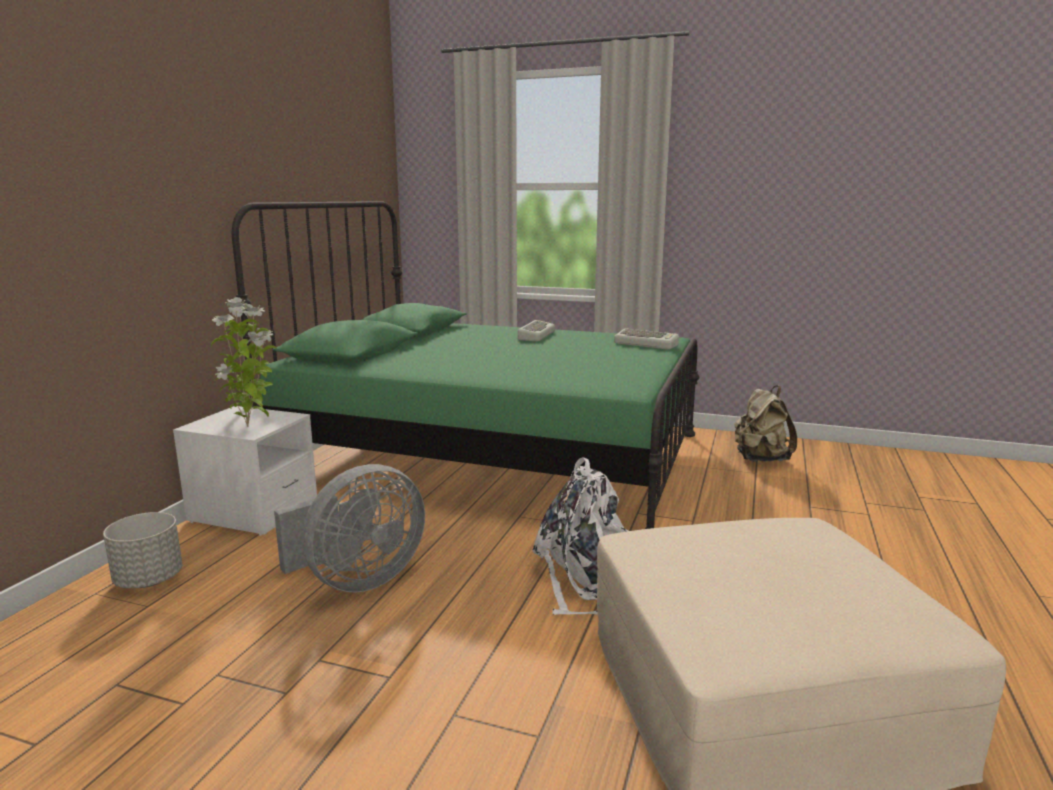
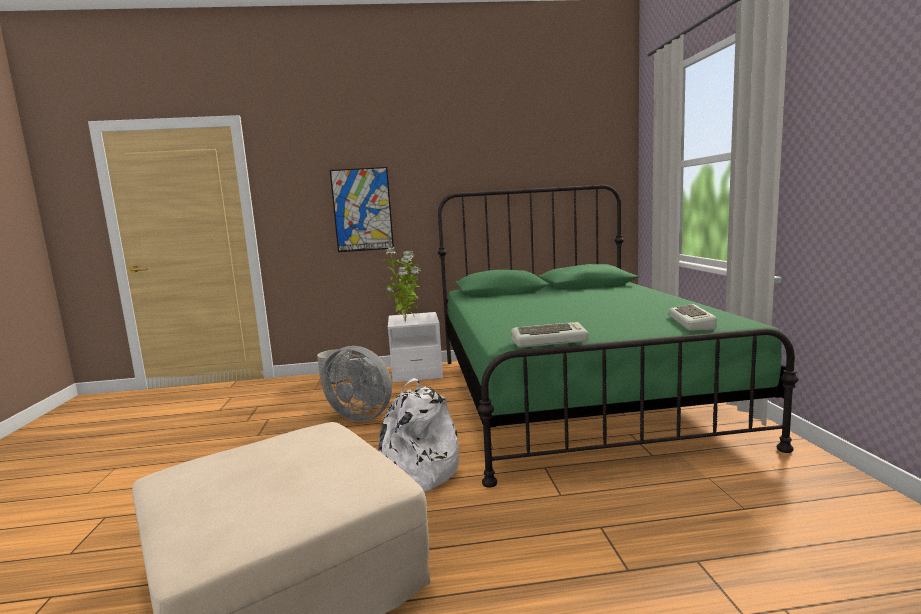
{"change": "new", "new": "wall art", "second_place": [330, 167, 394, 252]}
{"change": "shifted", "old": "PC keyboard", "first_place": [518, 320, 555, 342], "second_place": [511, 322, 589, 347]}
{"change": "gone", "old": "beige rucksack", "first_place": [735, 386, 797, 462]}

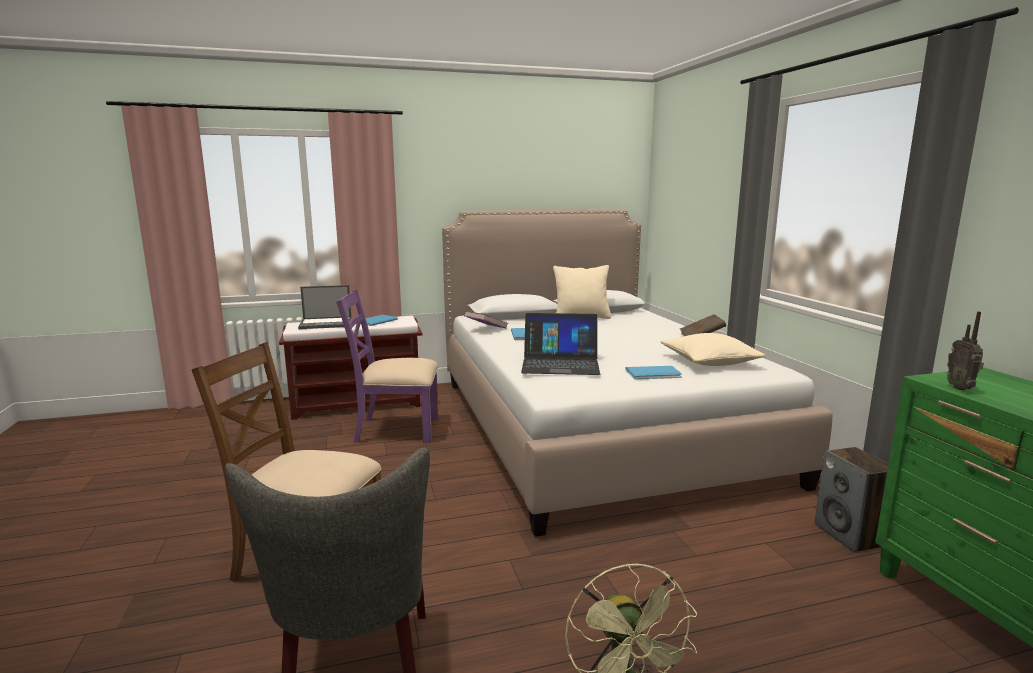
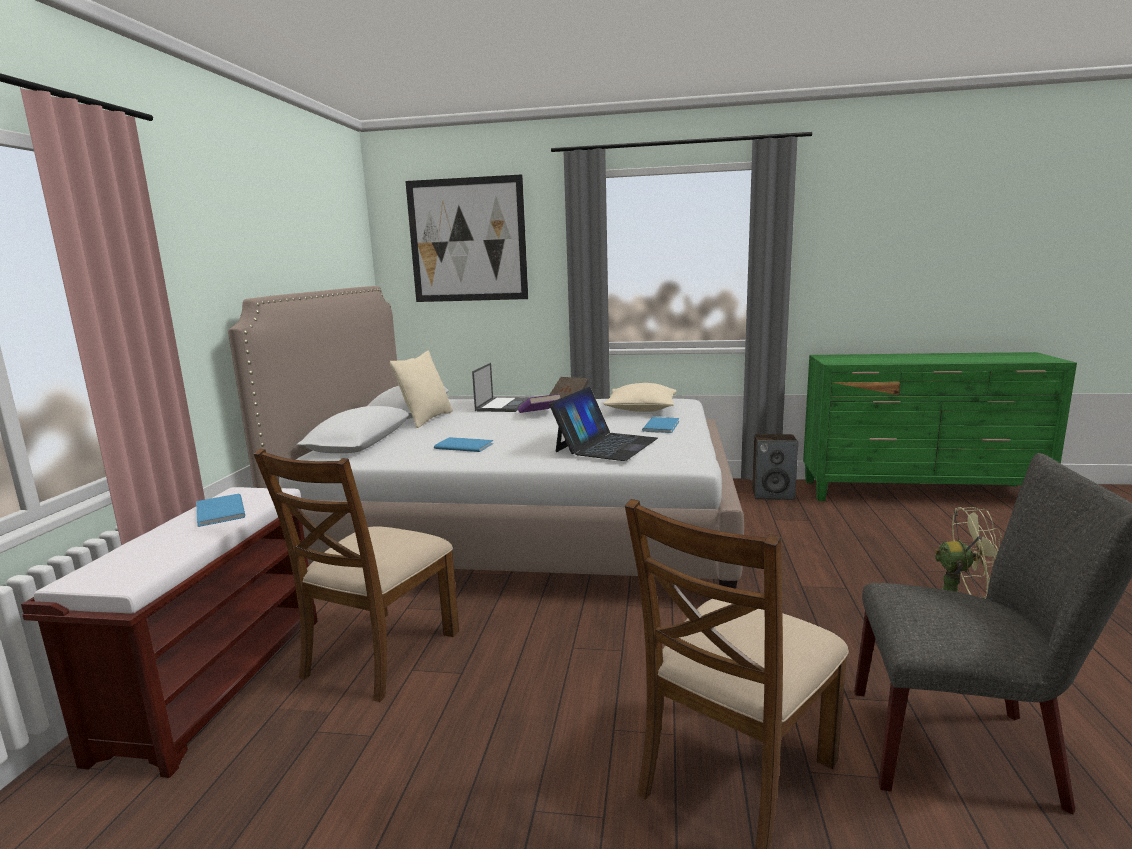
{"change": "repainted", "old": "purple upright chair", "new": "brown upright chair", "first_place": [336, 289, 438, 443], "second_place": [254, 449, 459, 702]}
{"change": "new", "new": "wall art", "second_place": [405, 174, 528, 302]}
{"change": "shifted", "old": "notebook computer", "first_place": [298, 285, 352, 329], "second_place": [472, 363, 529, 412]}
{"change": "shifted", "old": "purple volume", "first_place": [464, 311, 508, 329], "second_place": [518, 394, 560, 413]}
{"change": "gone", "old": "radio set", "first_place": [947, 311, 984, 390]}

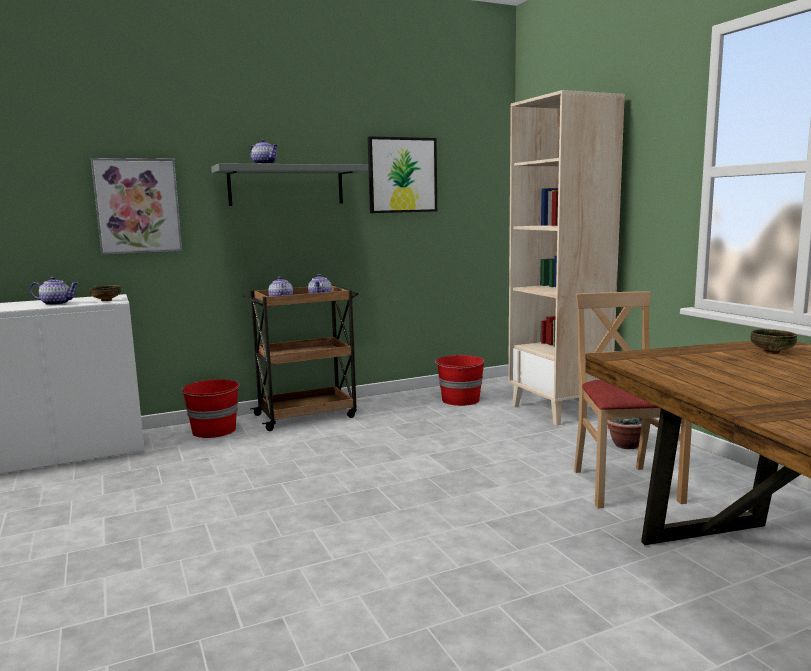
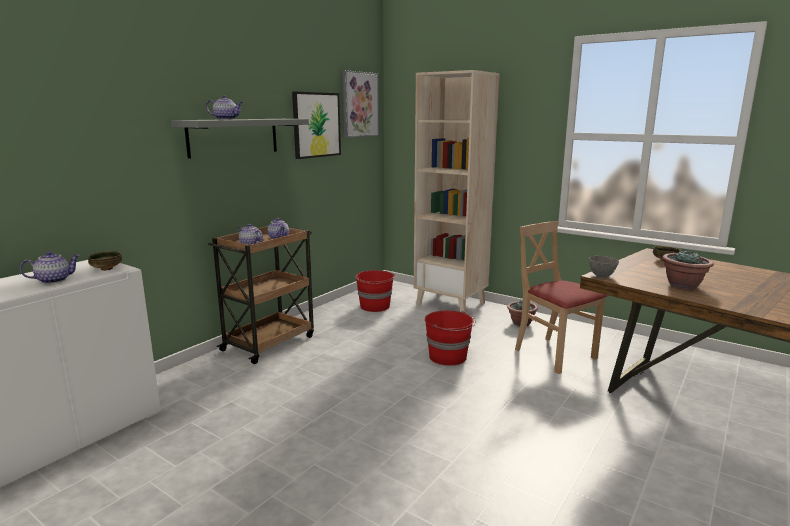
{"change": "shifted", "old": "wall art", "first_place": [91, 158, 182, 255], "second_place": [342, 70, 379, 138]}
{"change": "shifted", "old": "reddish bucket", "first_place": [181, 379, 240, 438], "second_place": [425, 310, 476, 366]}
{"change": "new", "new": "grey deep dish", "second_place": [589, 256, 619, 277]}
{"change": "new", "new": "potted plant", "second_place": [662, 250, 714, 289]}

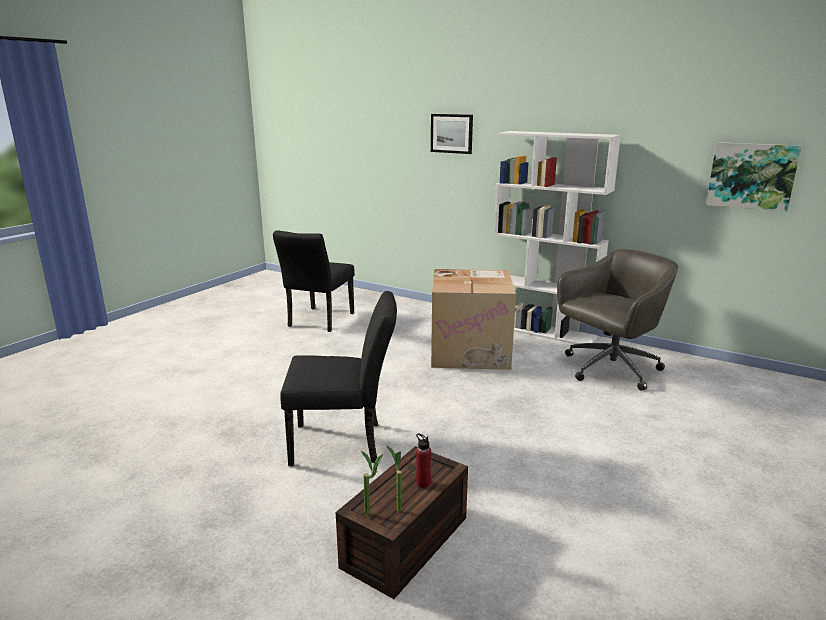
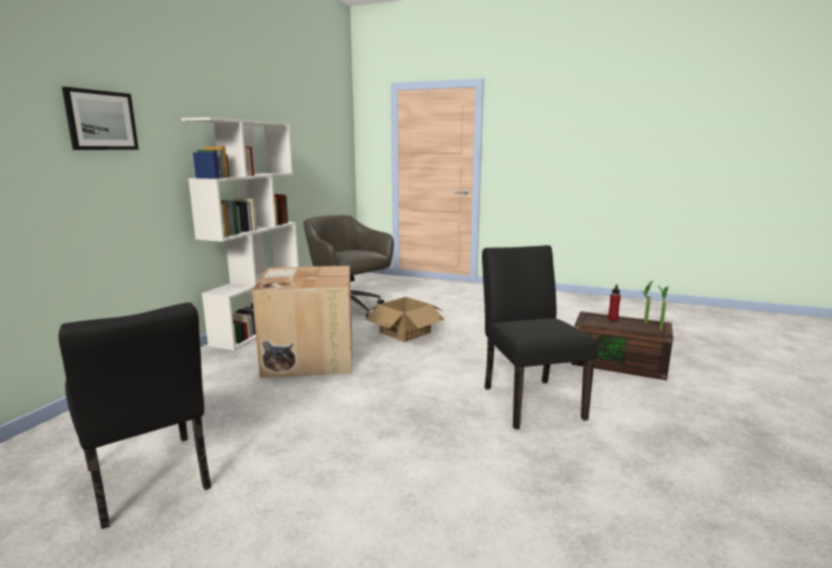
{"change": "rotated", "old": "black-coloured upright chair", "first_place": [273, 230, 355, 332], "second_place": [58, 302, 211, 529], "degrees": 45}
{"change": "new", "new": "cardboard box", "second_place": [365, 297, 445, 342]}
{"change": "gone", "old": "wall art", "first_place": [706, 142, 802, 212]}

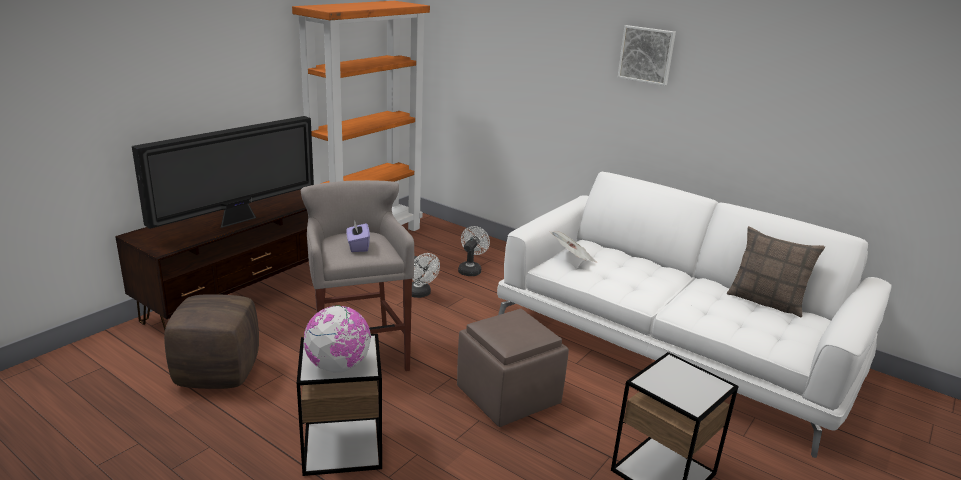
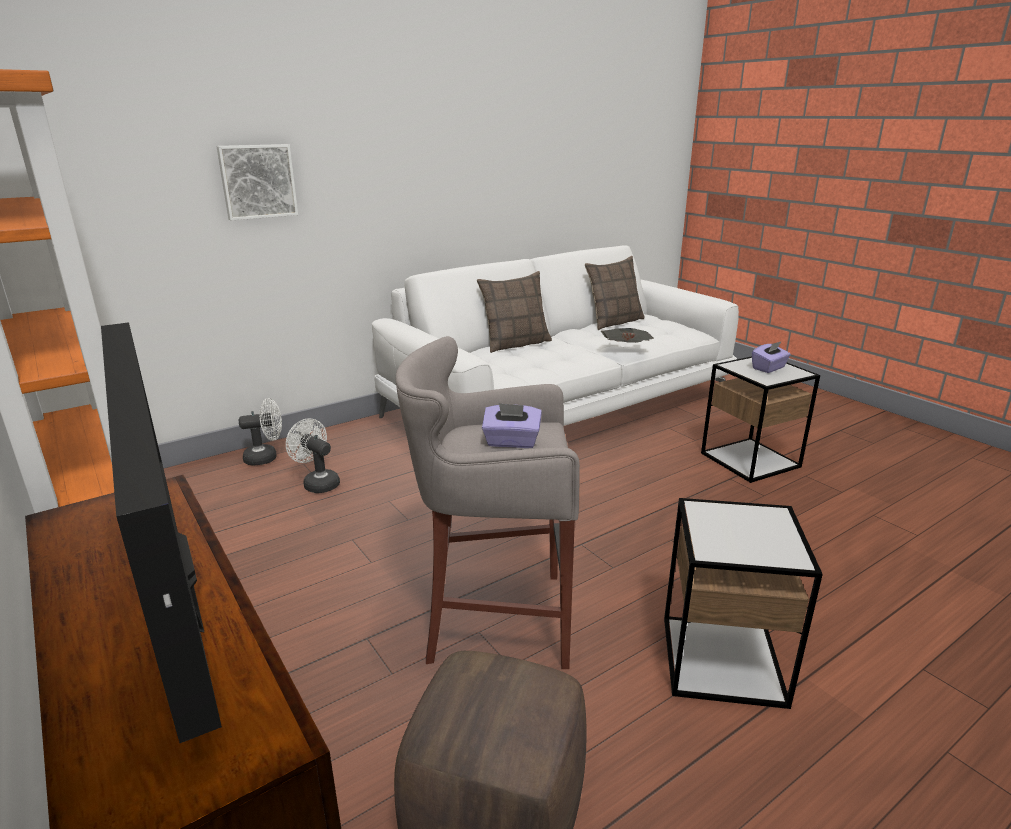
{"change": "shifted", "old": "wall art", "first_place": [618, 25, 676, 86], "second_place": [216, 144, 298, 220]}
{"change": "shifted", "old": "white-coloured electric fan", "first_place": [412, 253, 440, 298], "second_place": [239, 398, 282, 466]}
{"change": "new", "new": "cushion", "second_place": [477, 271, 552, 353]}
{"change": "shifted", "old": "daily paper", "first_place": [550, 231, 597, 262], "second_place": [600, 328, 653, 343]}
{"change": "new", "new": "purple box of tissues", "second_place": [752, 341, 791, 373]}
{"change": "gone", "old": "globe", "first_place": [303, 306, 371, 372]}
{"change": "gone", "old": "brown footrest", "first_place": [457, 309, 569, 427]}

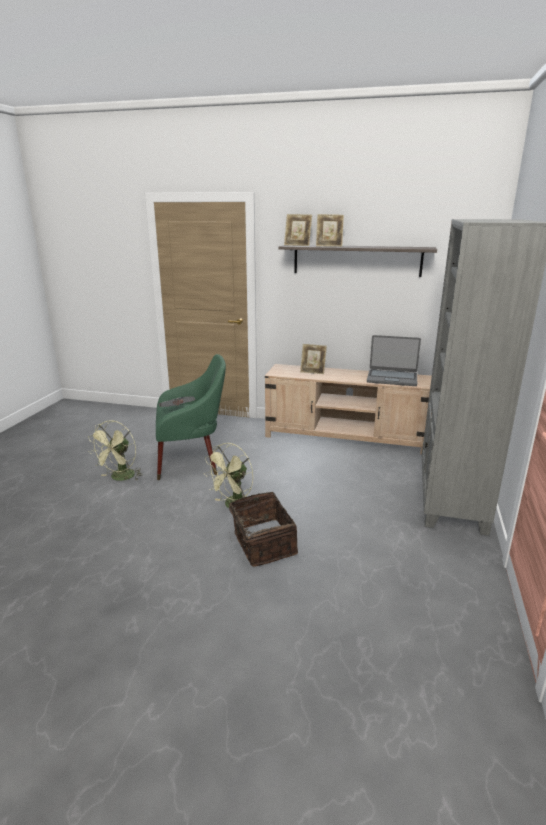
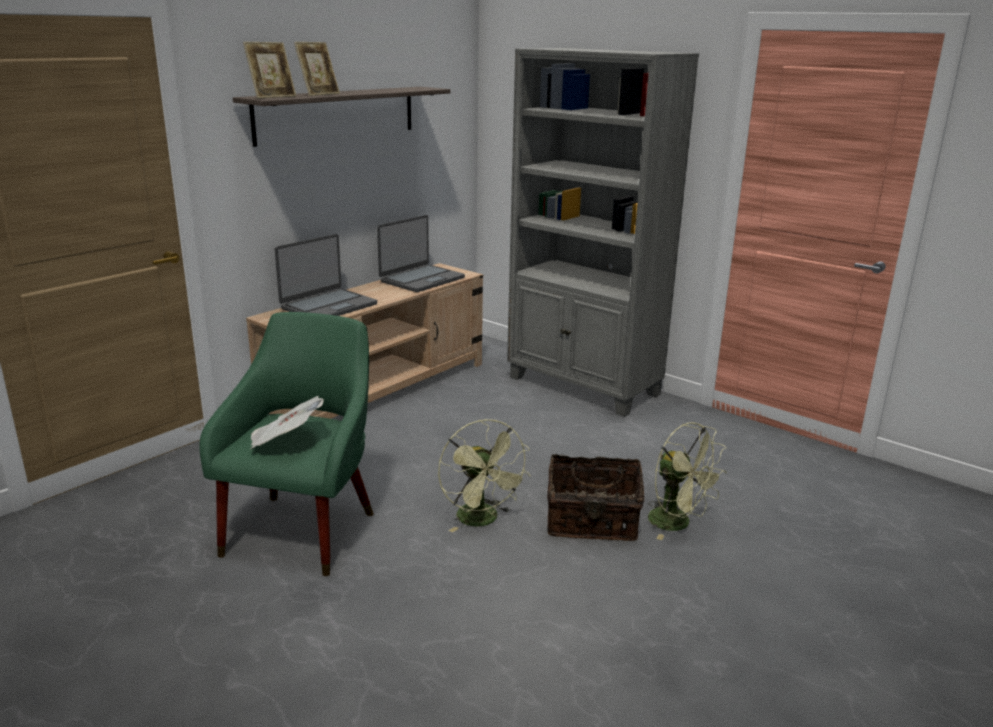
{"change": "swapped", "old": "standing frame", "new": "notebook computer", "first_place": [300, 344, 327, 374], "second_place": [275, 234, 377, 316]}
{"change": "shifted", "old": "greenish electric fan", "first_place": [88, 420, 143, 481], "second_place": [648, 422, 727, 540]}

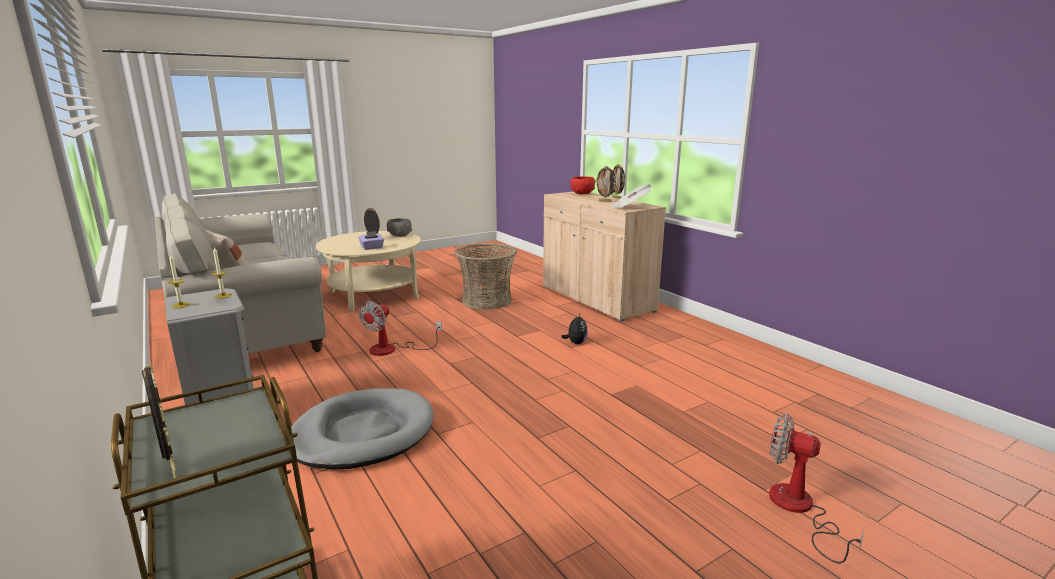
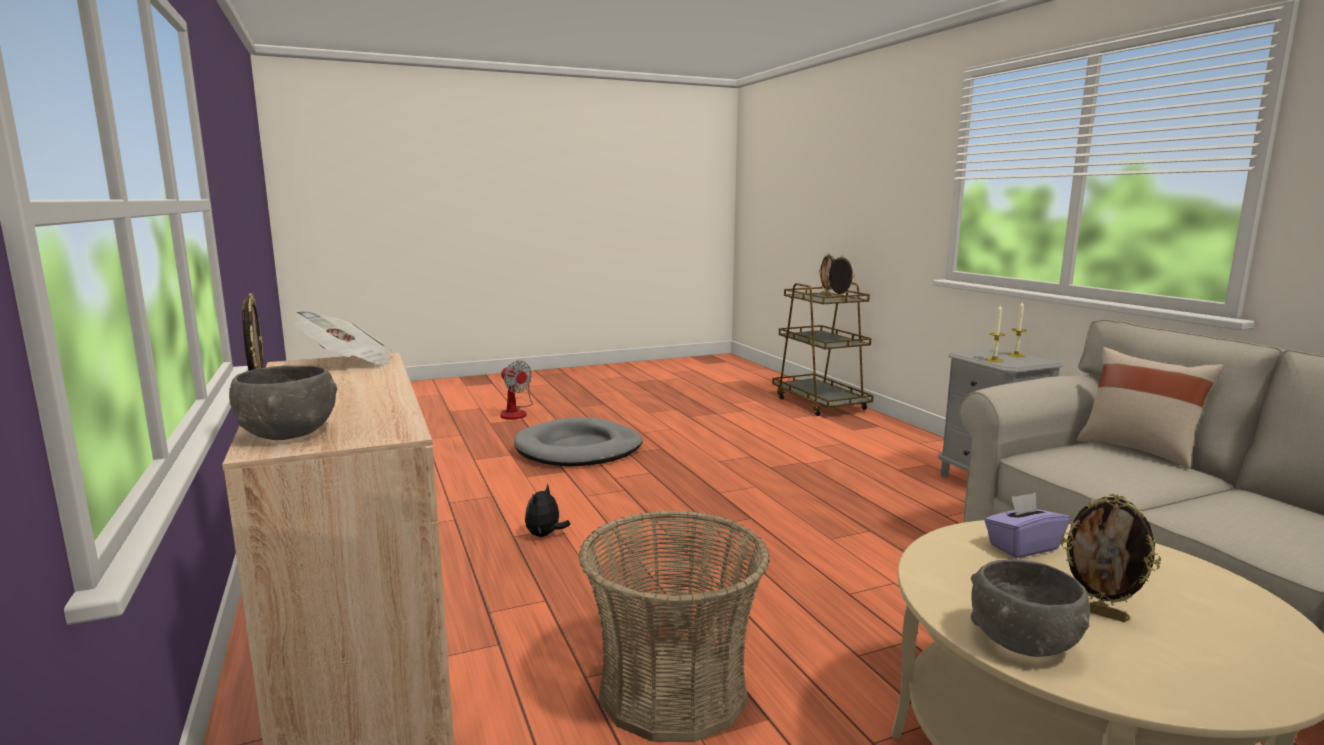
{"change": "repainted", "old": "reddish deep dish", "new": "grey deep dish", "first_place": [571, 176, 595, 194], "second_place": [229, 365, 337, 440]}
{"change": "shifted", "old": "grey dog cushion", "first_place": [291, 388, 434, 470], "second_place": [514, 417, 642, 467]}
{"change": "shifted", "old": "standing frame", "first_place": [595, 166, 617, 202], "second_place": [828, 256, 855, 299]}
{"change": "gone", "old": "electric fan", "first_place": [359, 301, 442, 356]}

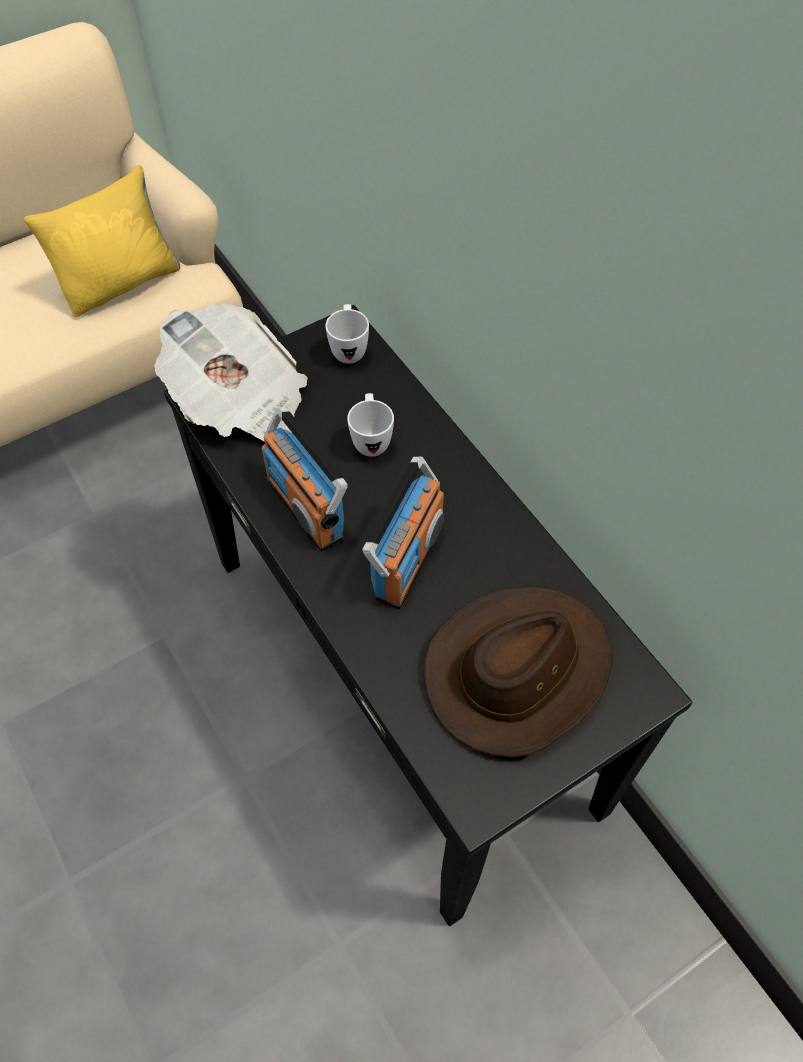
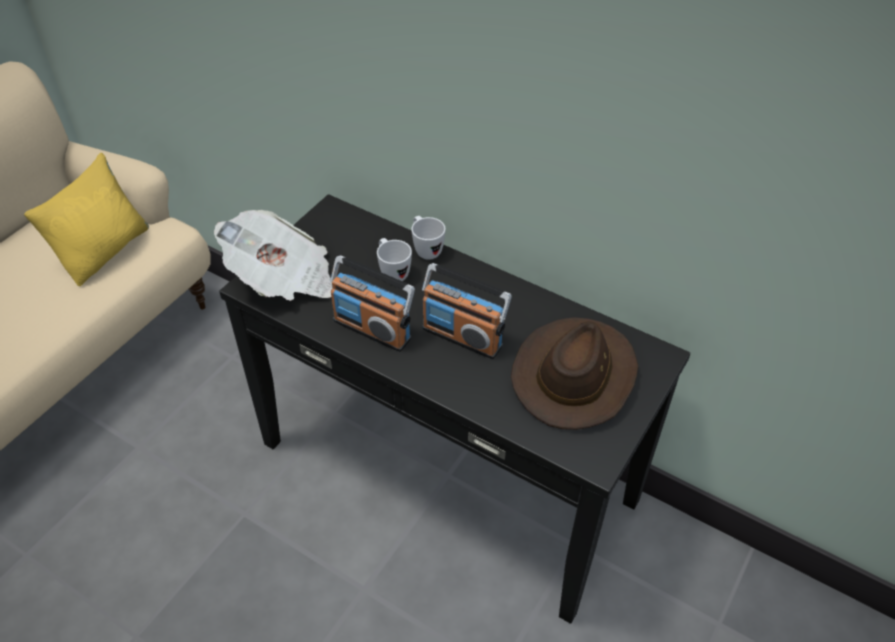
{"change": "shifted", "old": "white-coloured coffee mug", "first_place": [325, 304, 369, 364], "second_place": [411, 216, 446, 260]}
{"change": "rotated", "old": "radio set", "first_place": [362, 456, 444, 609], "second_place": [422, 263, 512, 359], "degrees": 120}

